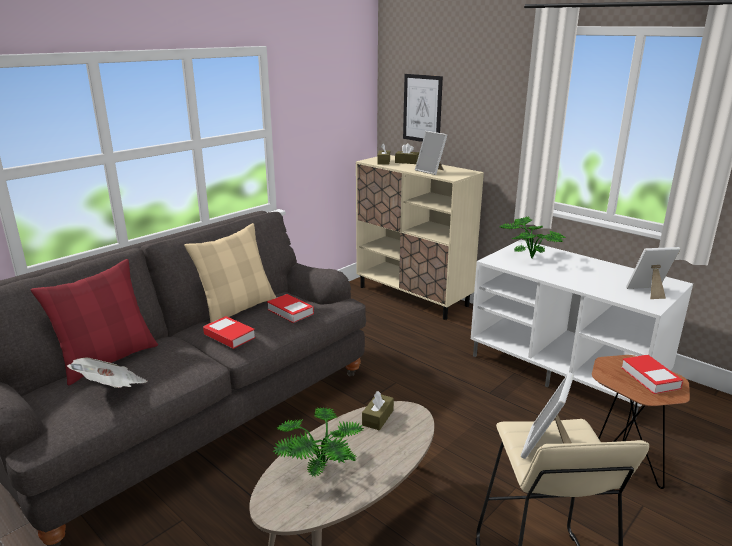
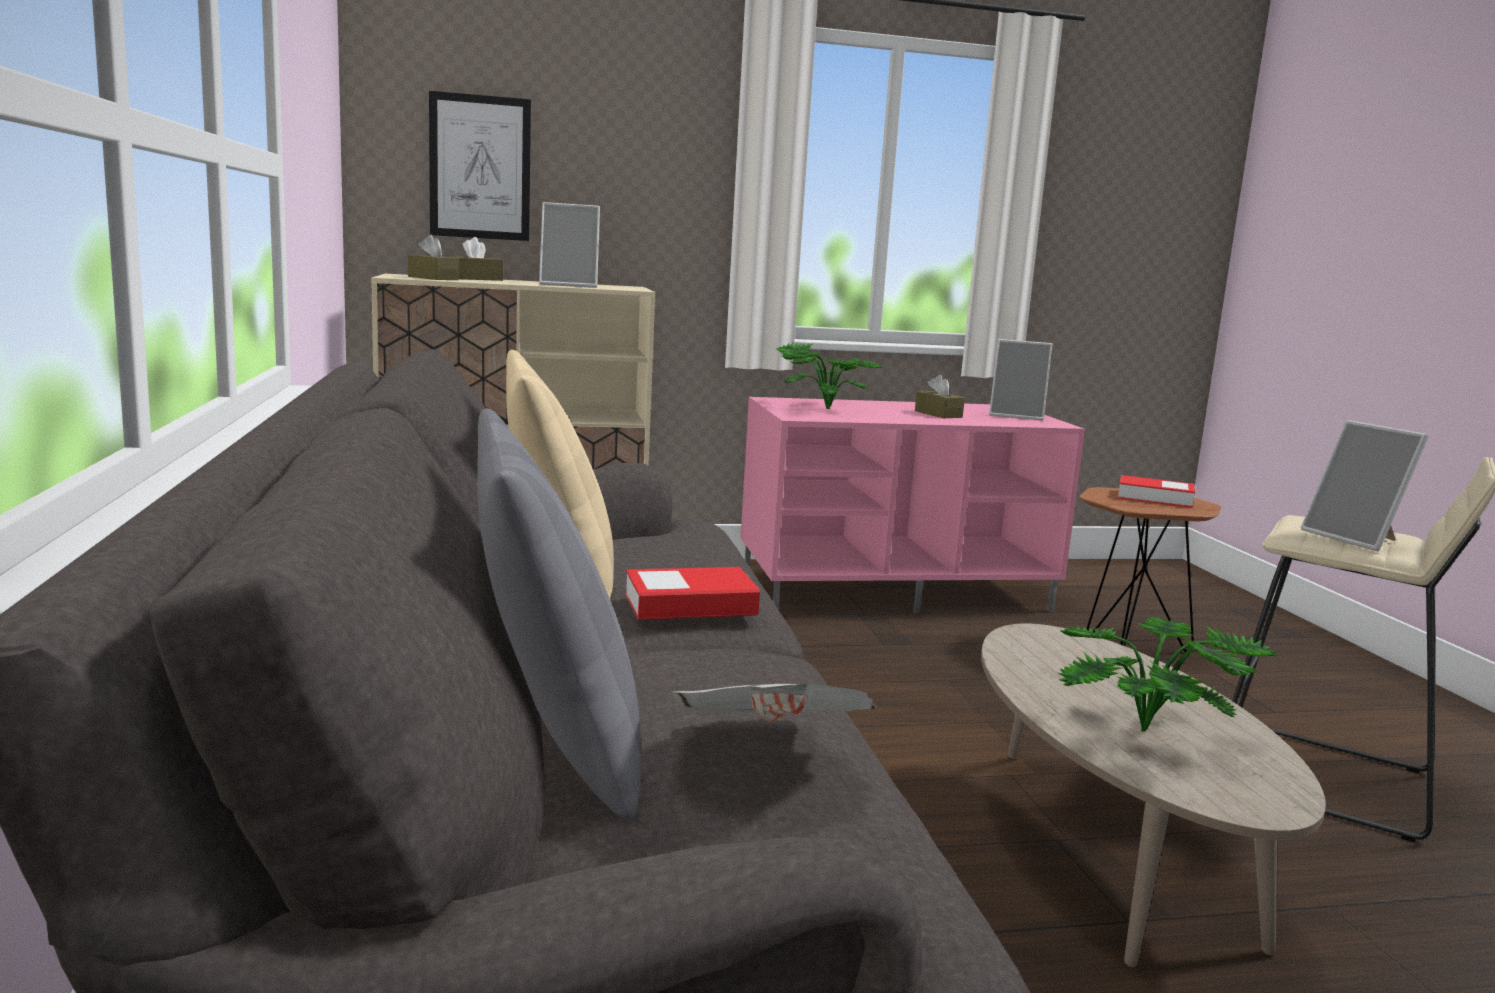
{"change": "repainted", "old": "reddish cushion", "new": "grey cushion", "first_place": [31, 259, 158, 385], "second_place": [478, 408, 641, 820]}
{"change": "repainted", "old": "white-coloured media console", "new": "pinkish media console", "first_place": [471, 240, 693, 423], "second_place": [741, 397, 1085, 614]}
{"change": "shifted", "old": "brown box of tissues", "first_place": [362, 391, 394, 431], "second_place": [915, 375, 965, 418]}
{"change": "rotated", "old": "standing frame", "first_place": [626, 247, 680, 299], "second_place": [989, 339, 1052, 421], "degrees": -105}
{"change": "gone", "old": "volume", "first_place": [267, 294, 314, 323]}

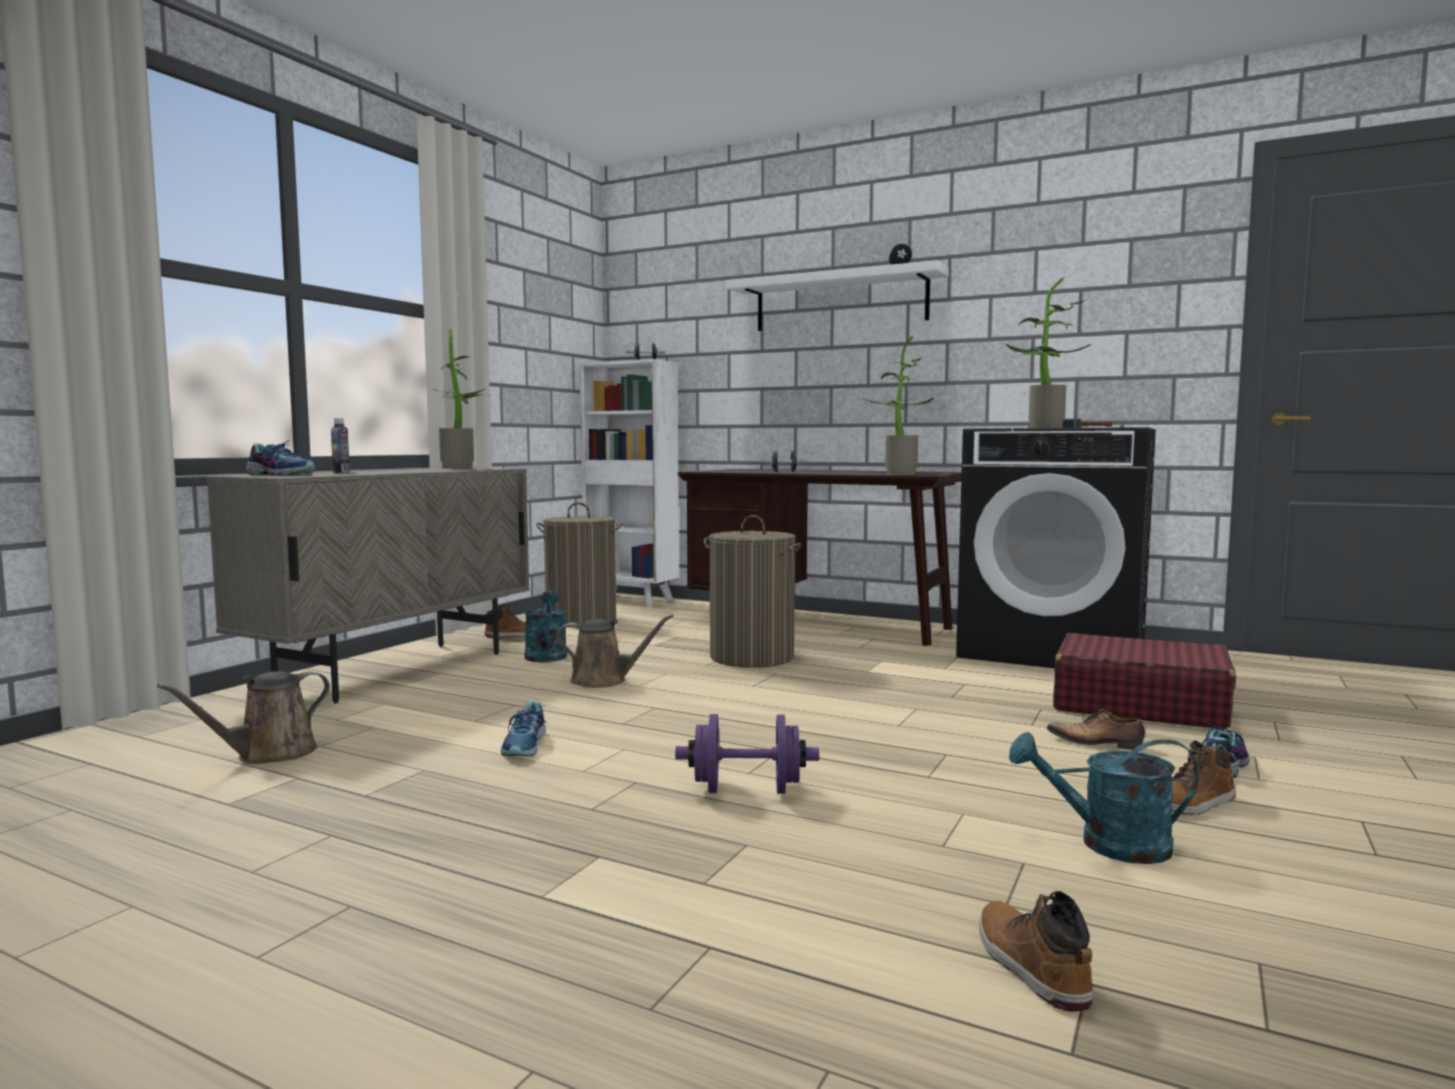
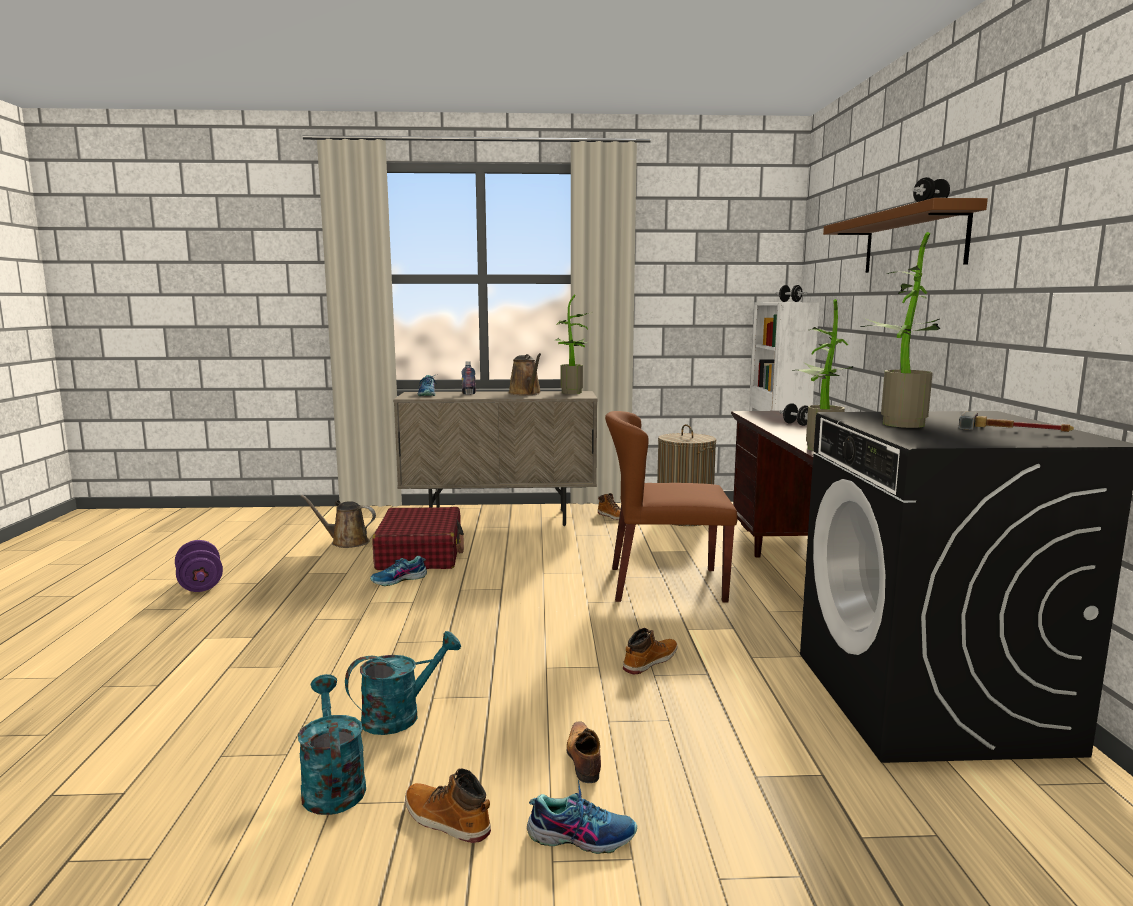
{"change": "shifted", "old": "purple hand weight", "first_place": [675, 714, 819, 794], "second_place": [175, 540, 223, 592]}
{"change": "shifted", "old": "turquoise watering can", "first_place": [525, 590, 567, 662], "second_place": [345, 631, 461, 735]}
{"change": "shifted", "old": "reddish piece of luggage", "first_place": [1053, 633, 1236, 729], "second_place": [373, 507, 464, 570]}
{"change": "shifted", "old": "brown watering can", "first_place": [556, 614, 673, 688], "second_place": [508, 353, 541, 395]}
{"change": "swapped", "old": "hamper", "new": "brown upright chair", "first_place": [704, 515, 801, 668], "second_place": [605, 411, 737, 603]}
{"change": "shifted", "old": "tall boot", "first_place": [979, 891, 1093, 1012], "second_place": [623, 628, 678, 675]}
{"change": "repainted", "old": "white-coloured shelf", "new": "brown shelf", "first_place": [726, 260, 949, 331], "second_place": [823, 198, 988, 273]}

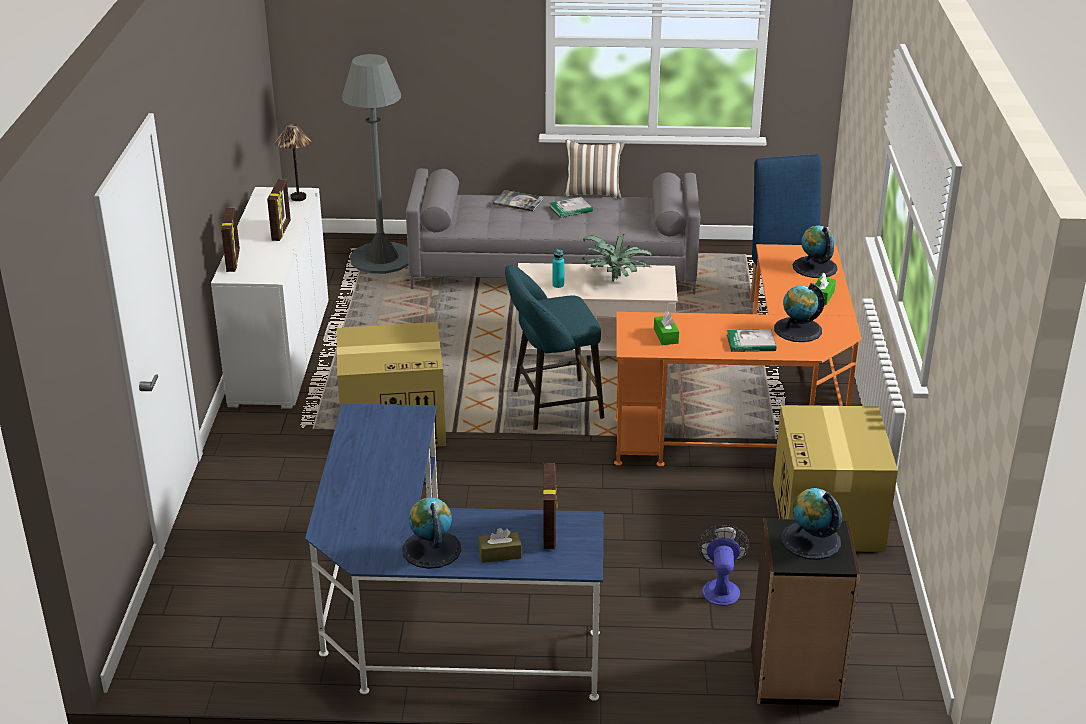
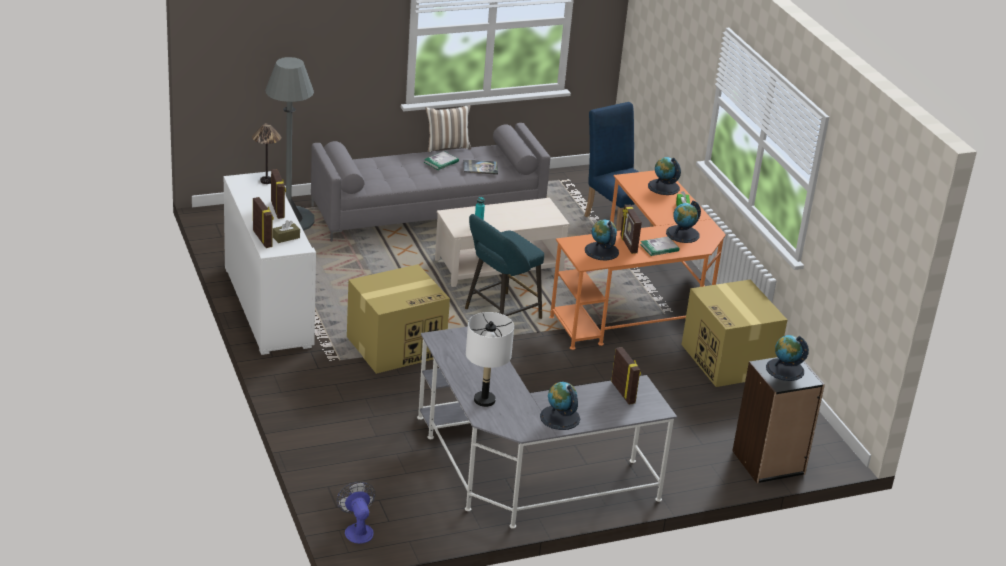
{"change": "shifted", "old": "brown box of tissues", "first_place": [478, 528, 522, 563], "second_place": [273, 220, 300, 243]}
{"change": "shifted", "old": "electric fan", "first_place": [697, 525, 749, 606], "second_place": [336, 482, 375, 544]}
{"change": "repainted", "old": "bluish desk unit", "new": "grey desk unit", "first_place": [305, 403, 603, 701], "second_place": [417, 326, 677, 529]}
{"change": "shifted", "old": "volume", "first_place": [493, 190, 544, 212], "second_place": [463, 159, 498, 175]}
{"change": "new", "new": "white-coloured lamp for a table", "second_place": [466, 312, 514, 407]}
{"change": "swapped", "old": "greenish box of tissues", "new": "globe", "first_place": [654, 311, 679, 345], "second_place": [585, 219, 619, 261]}
{"change": "new", "new": "standing frame", "second_place": [621, 205, 642, 254]}
{"change": "gone", "old": "potted plant", "first_place": [582, 234, 652, 281]}

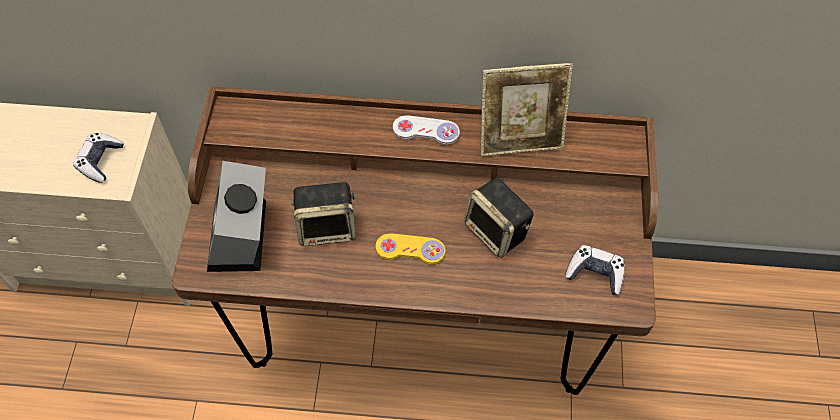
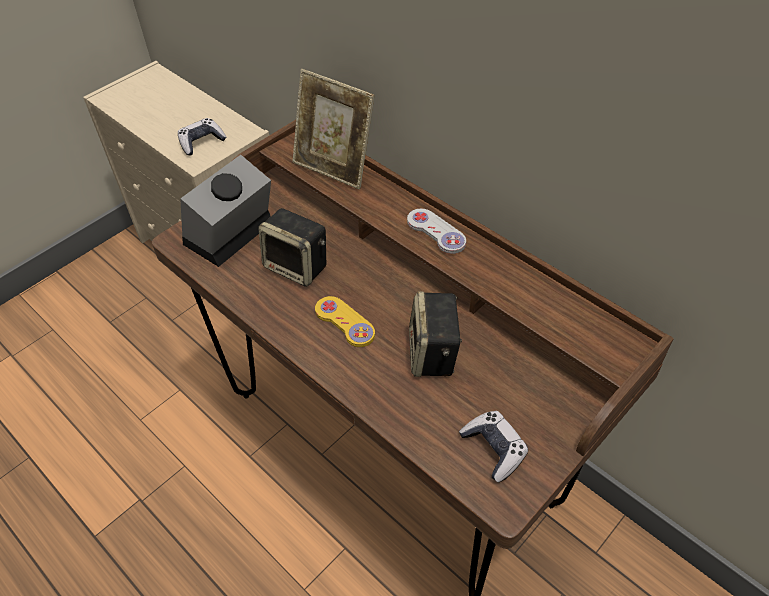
{"change": "shifted", "old": "standing frame", "first_place": [480, 63, 573, 157], "second_place": [293, 69, 374, 189]}

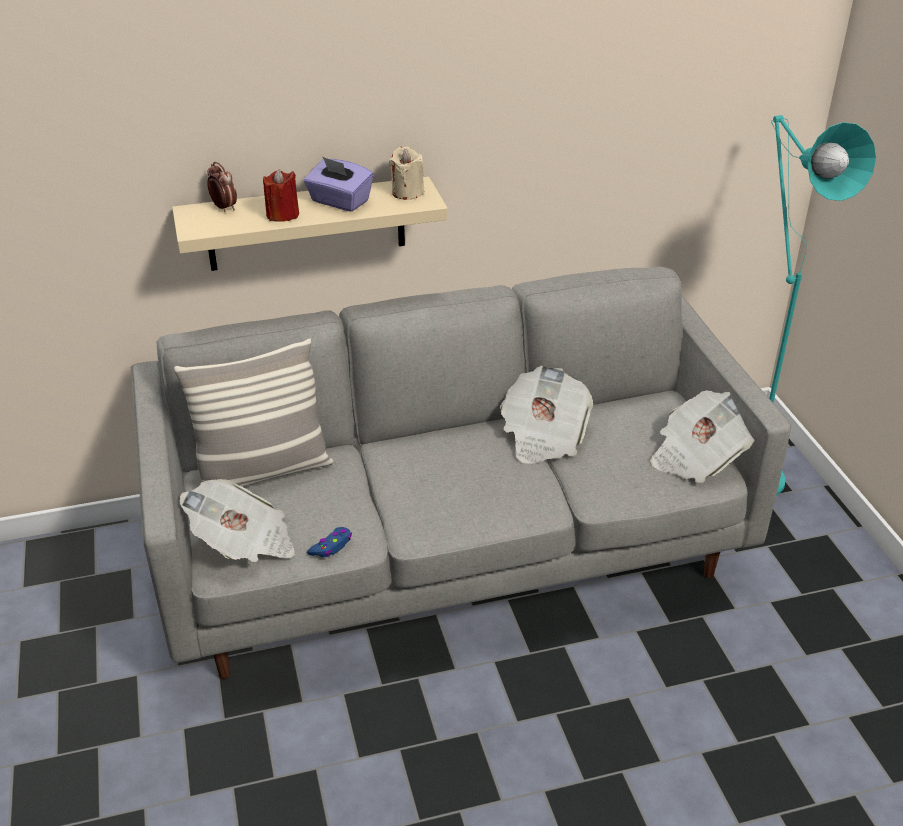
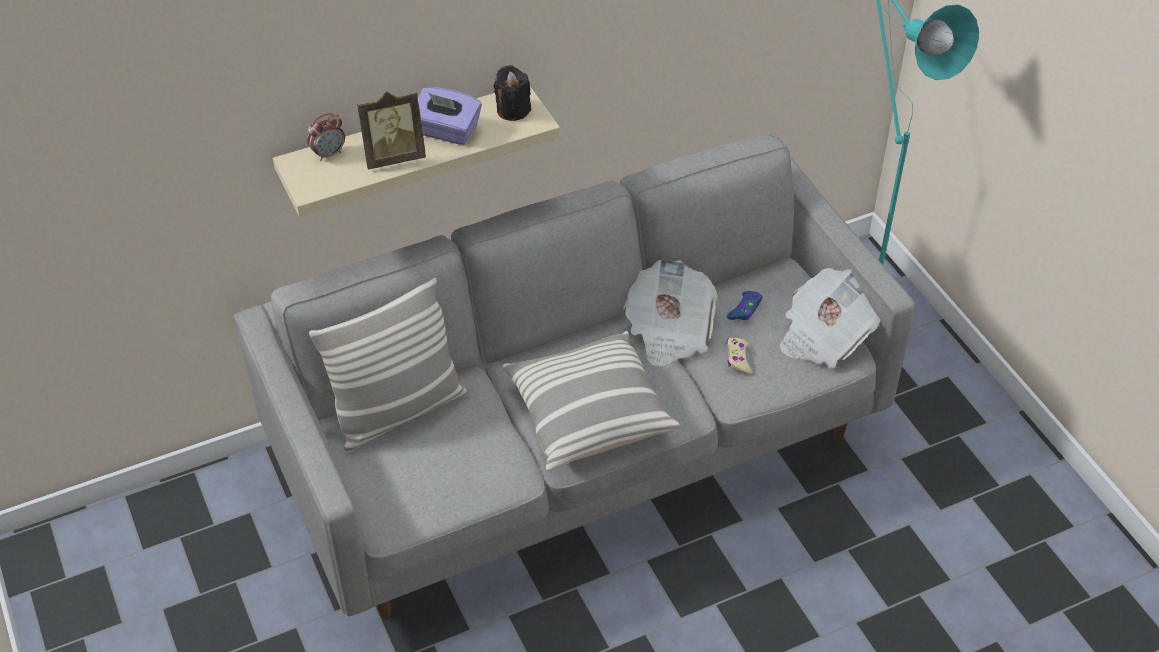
{"change": "rotated", "old": "bedside clock", "first_place": [207, 162, 237, 212], "second_place": [307, 113, 345, 161], "degrees": 105}
{"change": "swapped", "old": "reddish wax candle", "new": "standing frame", "first_place": [263, 169, 299, 222], "second_place": [357, 92, 426, 169]}
{"change": "repainted", "old": "beige wax candle", "new": "black-coloured wax candle", "first_place": [389, 147, 424, 200], "second_place": [494, 65, 531, 121]}
{"change": "new", "new": "cushion", "second_place": [502, 331, 680, 471]}
{"change": "shifted", "old": "bluish joypad", "first_place": [307, 527, 352, 557], "second_place": [727, 291, 762, 320]}
{"change": "new", "new": "beige joypad", "second_place": [727, 338, 752, 375]}
{"change": "gone", "old": "daily paper", "first_place": [179, 479, 295, 562]}

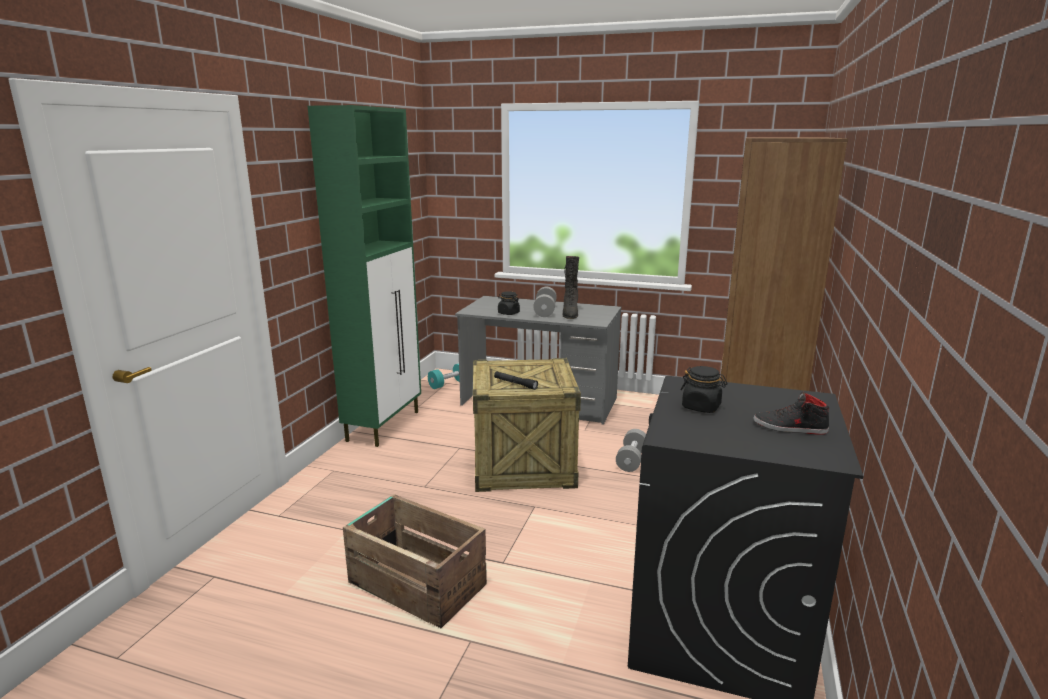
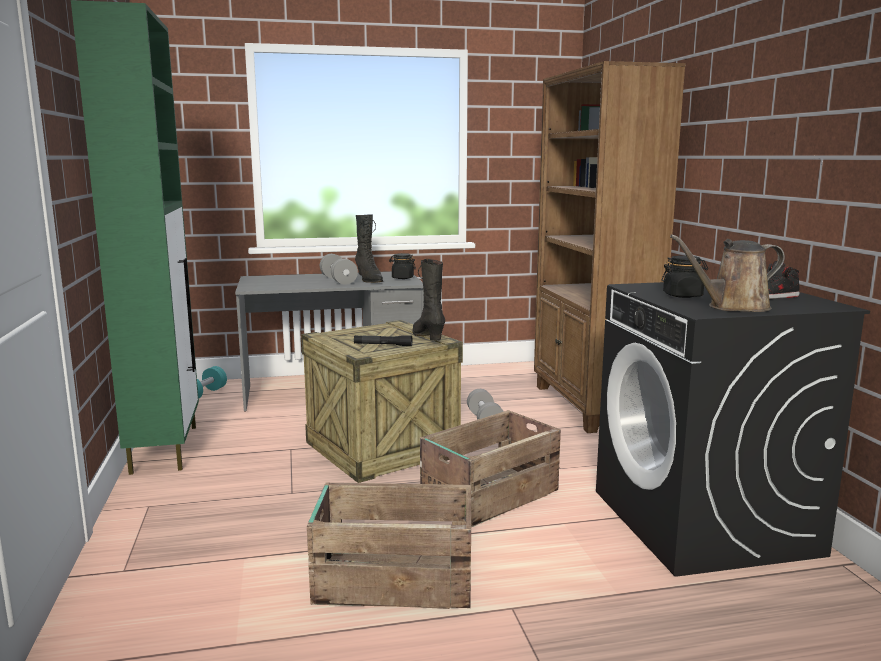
{"change": "shifted", "old": "black-coloured jar", "first_place": [498, 291, 520, 315], "second_place": [389, 253, 416, 279]}
{"change": "new", "new": "black-coloured tall boot", "second_place": [412, 259, 445, 341]}
{"change": "new", "new": "crate", "second_place": [420, 410, 561, 527]}
{"change": "new", "new": "brown watering can", "second_place": [670, 234, 785, 312]}

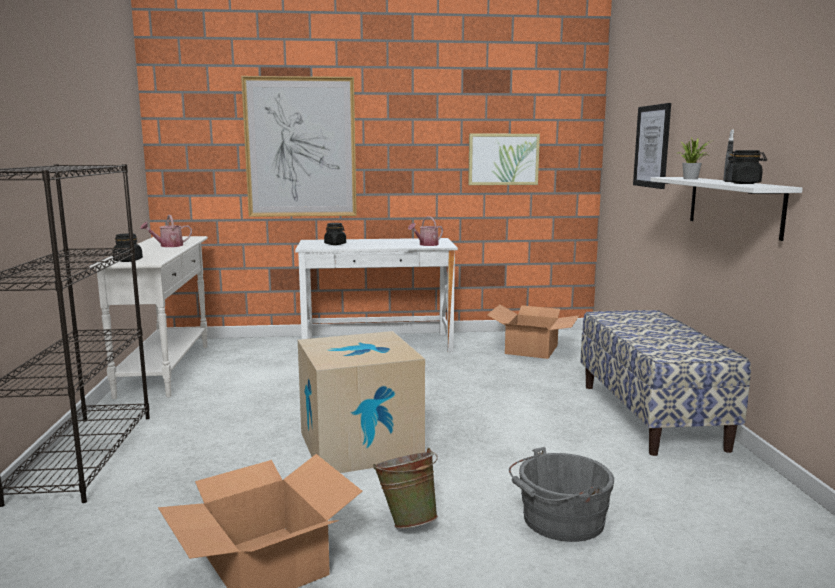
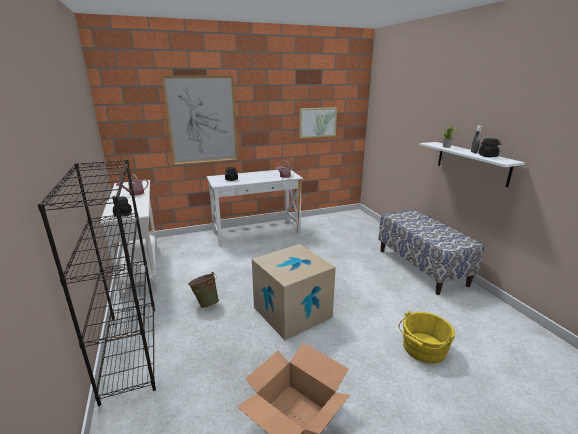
{"change": "shifted", "old": "greenish bucket", "first_place": [373, 448, 438, 529], "second_place": [188, 272, 219, 308]}
{"change": "repainted", "old": "grey bucket", "new": "yellow bucket", "first_place": [509, 447, 614, 542], "second_place": [399, 311, 455, 364]}
{"change": "gone", "old": "cardboard box", "first_place": [487, 305, 580, 359]}
{"change": "gone", "old": "wall art", "first_place": [633, 103, 671, 189]}

